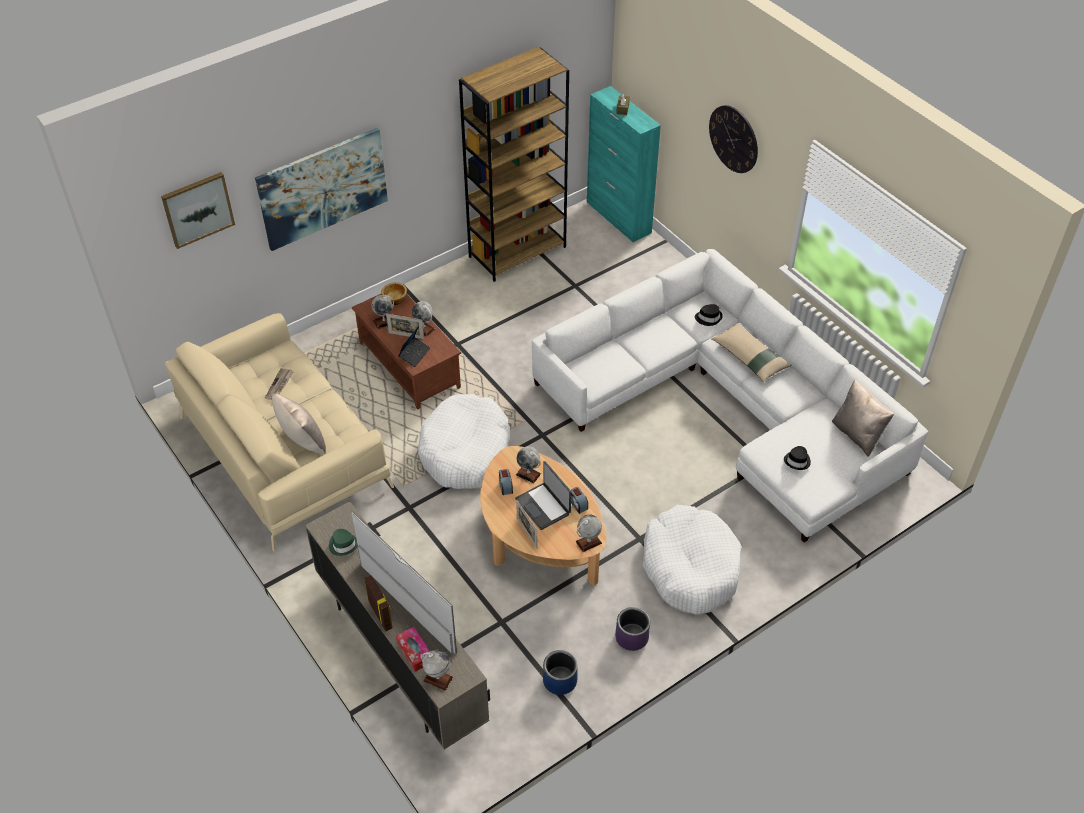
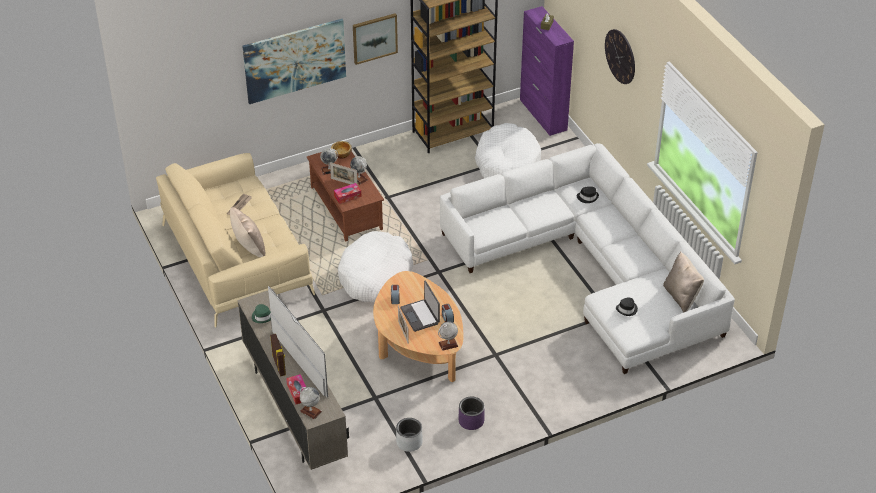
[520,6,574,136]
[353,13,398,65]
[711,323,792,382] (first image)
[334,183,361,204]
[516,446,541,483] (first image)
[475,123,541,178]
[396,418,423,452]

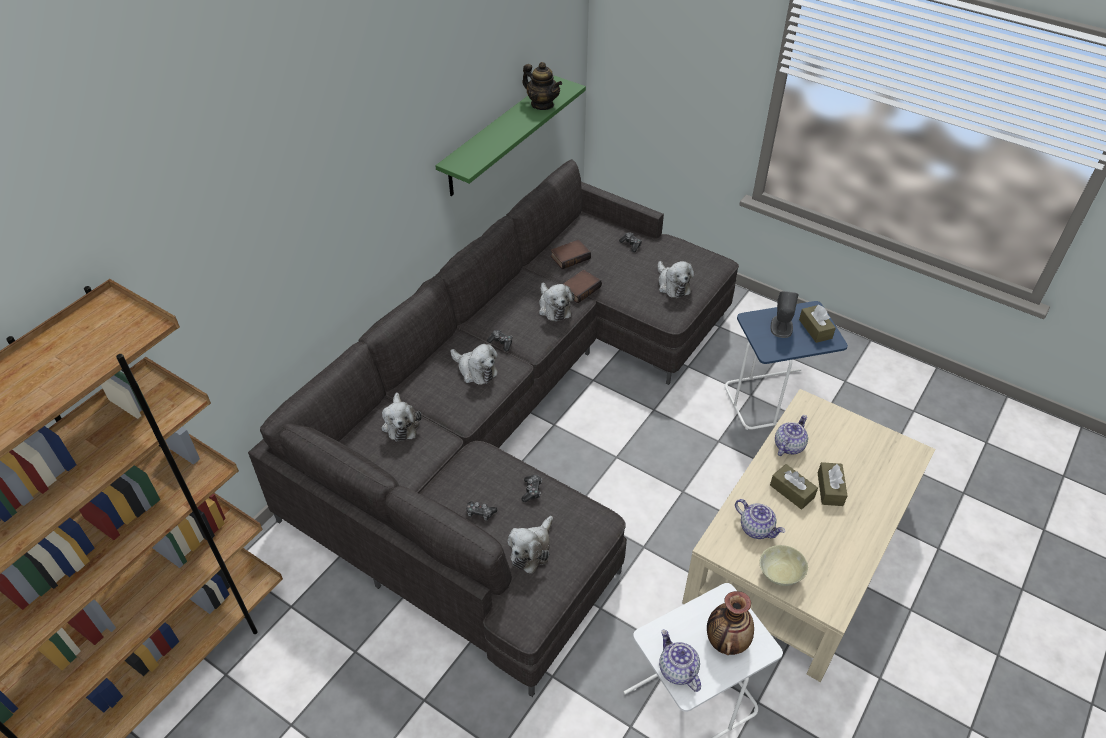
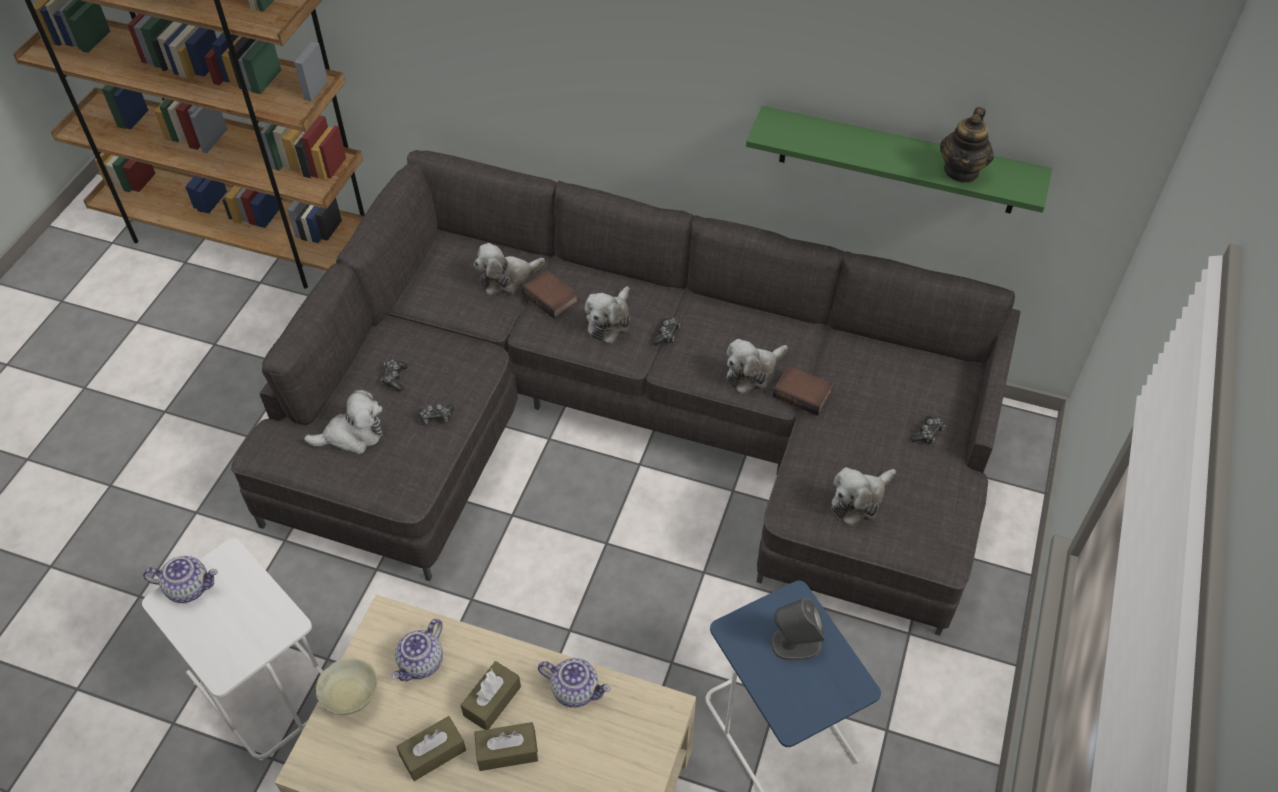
[522,270,578,319]
[397,716,466,781]
[304,390,383,454]
[707,591,754,655] (first image)
[143,556,218,603]

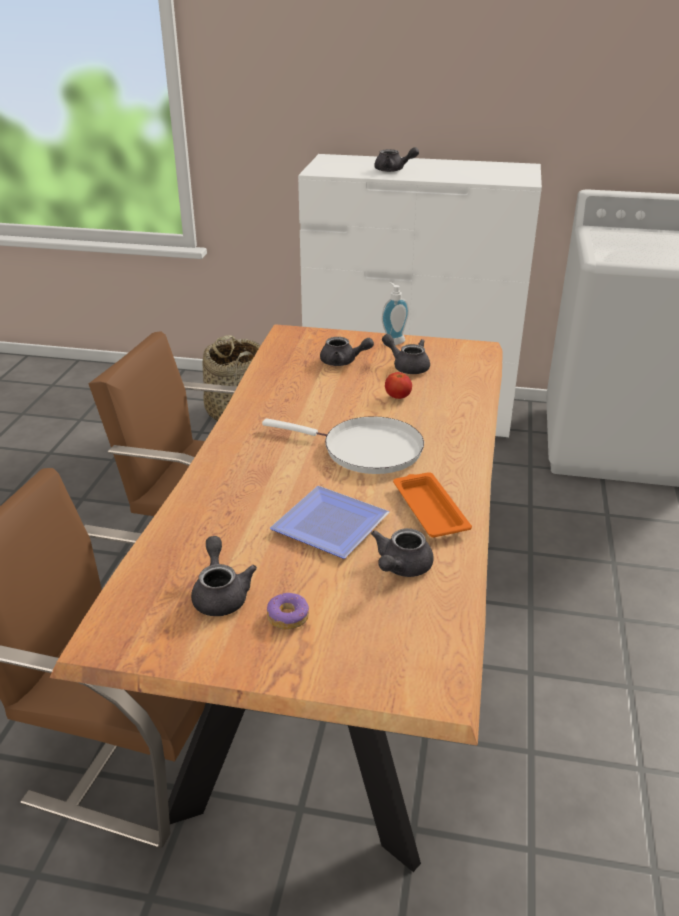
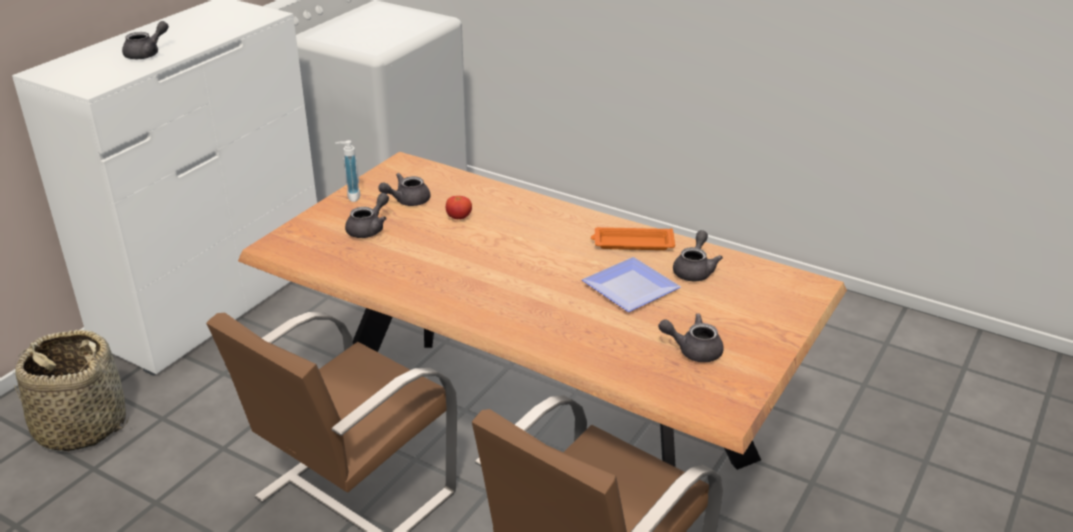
[262,416,424,474] (first image)
[673,230,723,281]
[267,593,309,630] (first image)

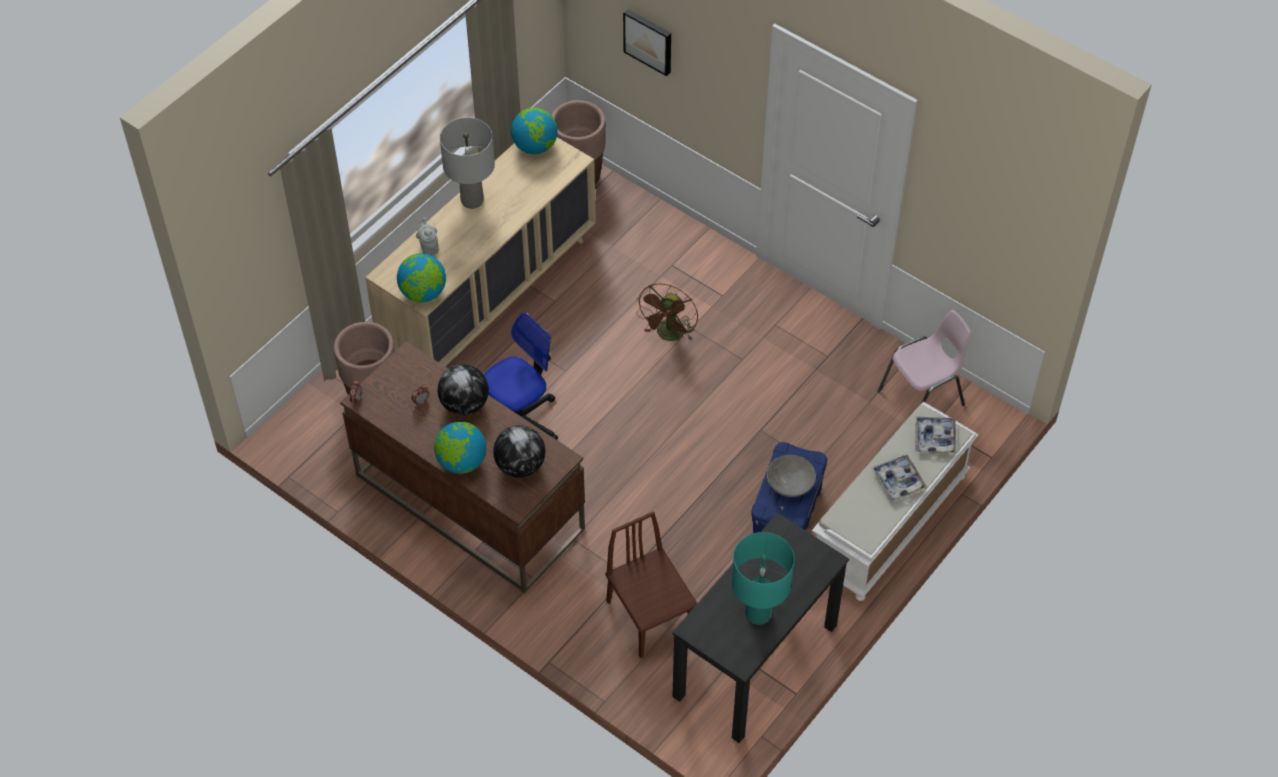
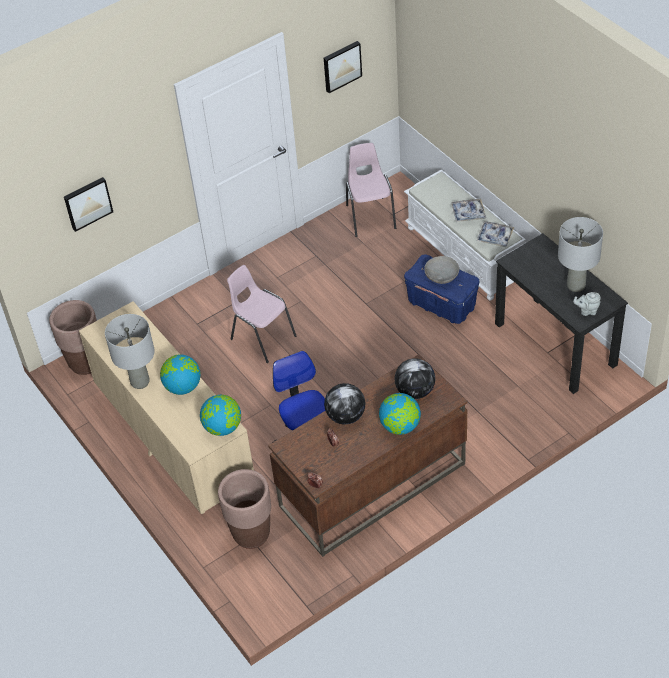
[160,354,201,395]
[573,292,601,316]
[227,265,296,363]
[476,221,514,247]
[605,511,697,658] (first image)
[558,217,603,292]
[324,41,362,93]

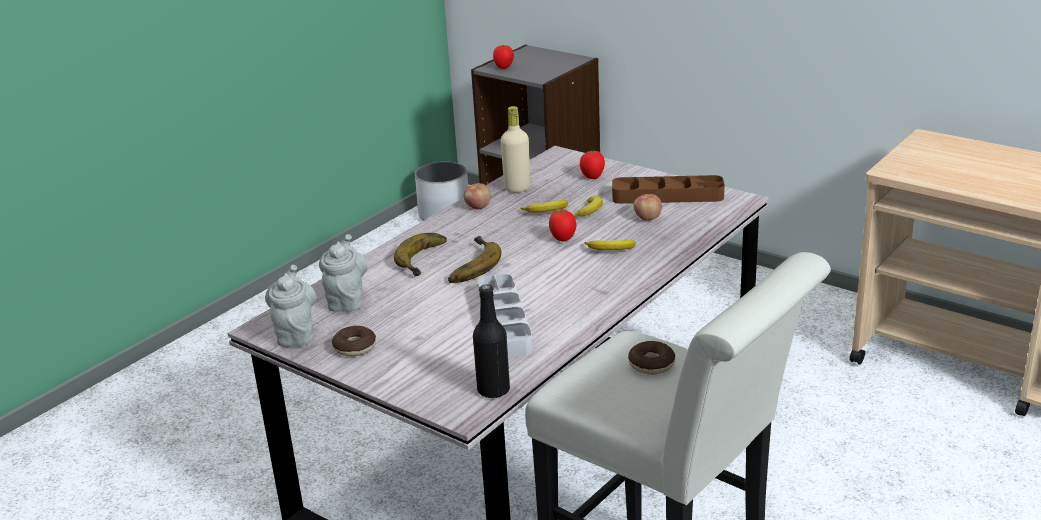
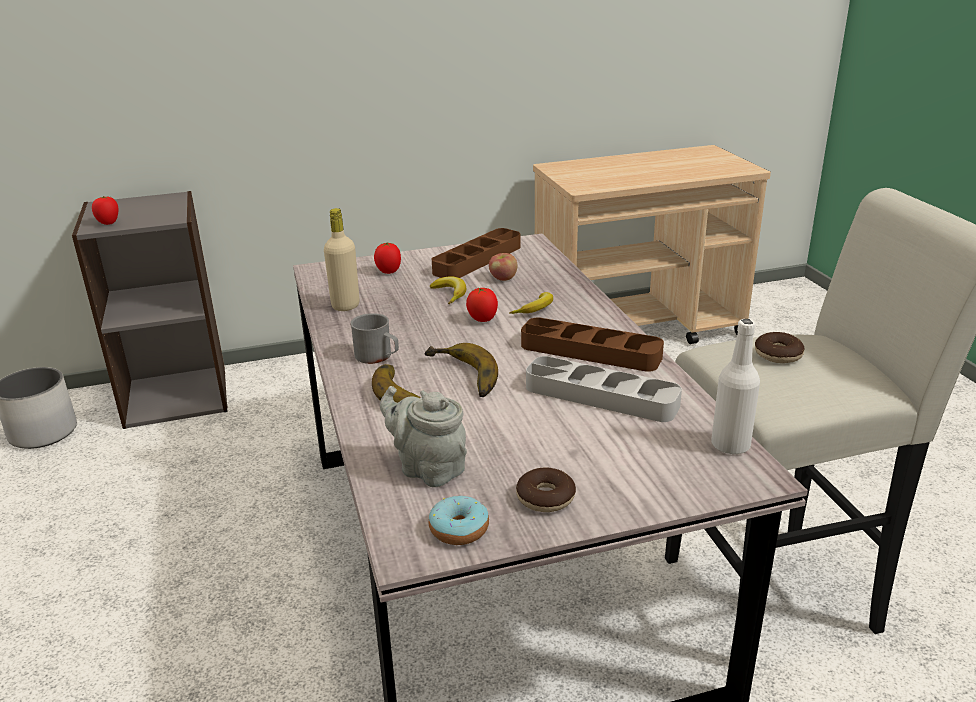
[464,183,491,209] (first image)
[520,200,568,213] (first image)
[428,496,489,545]
[711,319,760,455]
[350,313,399,364]
[521,317,664,372]

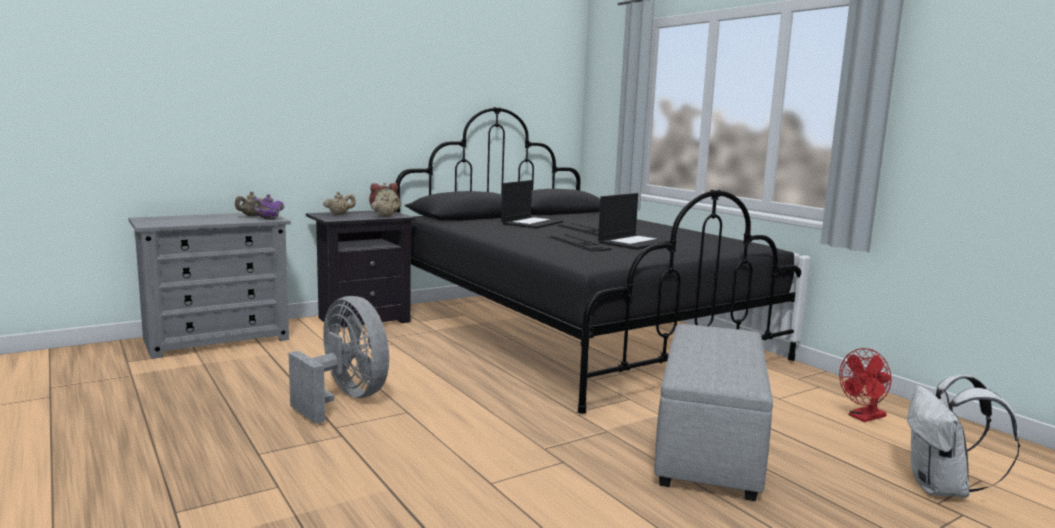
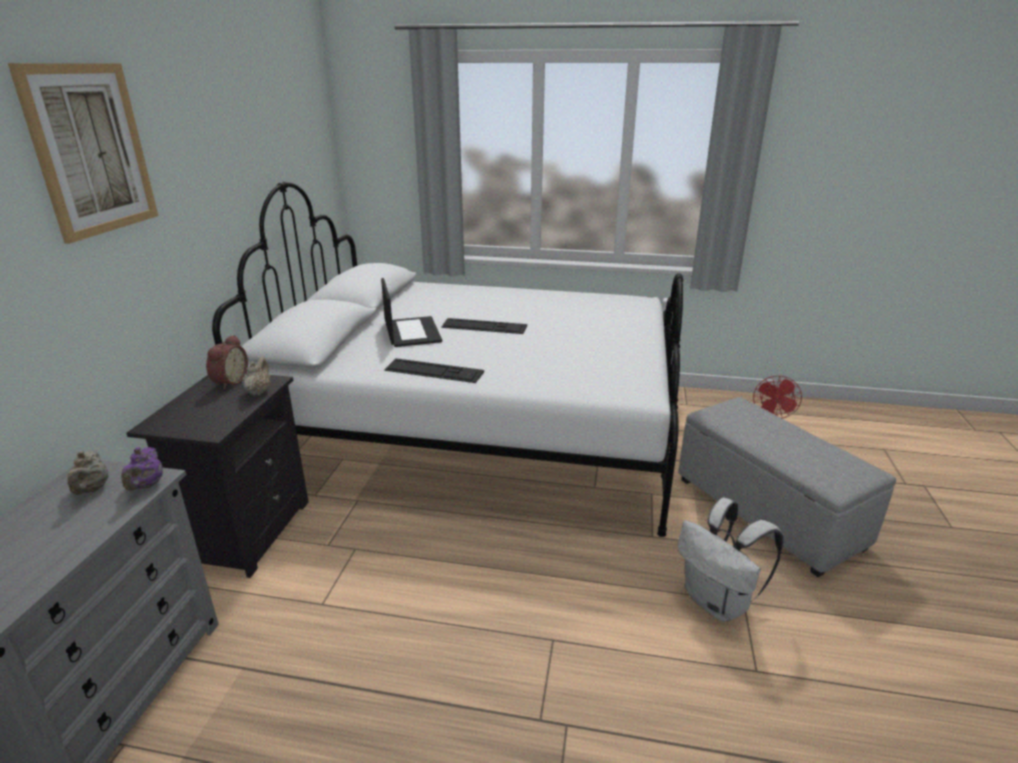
[212,182,683,537]
[323,192,356,215] (first image)
[598,193,670,250] (first image)
[384,358,484,383]
[289,296,389,424] (first image)
[678,498,783,622]
[8,63,158,244]

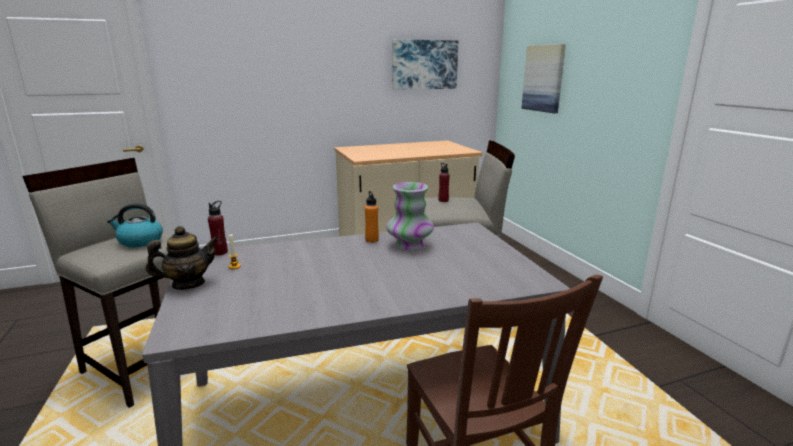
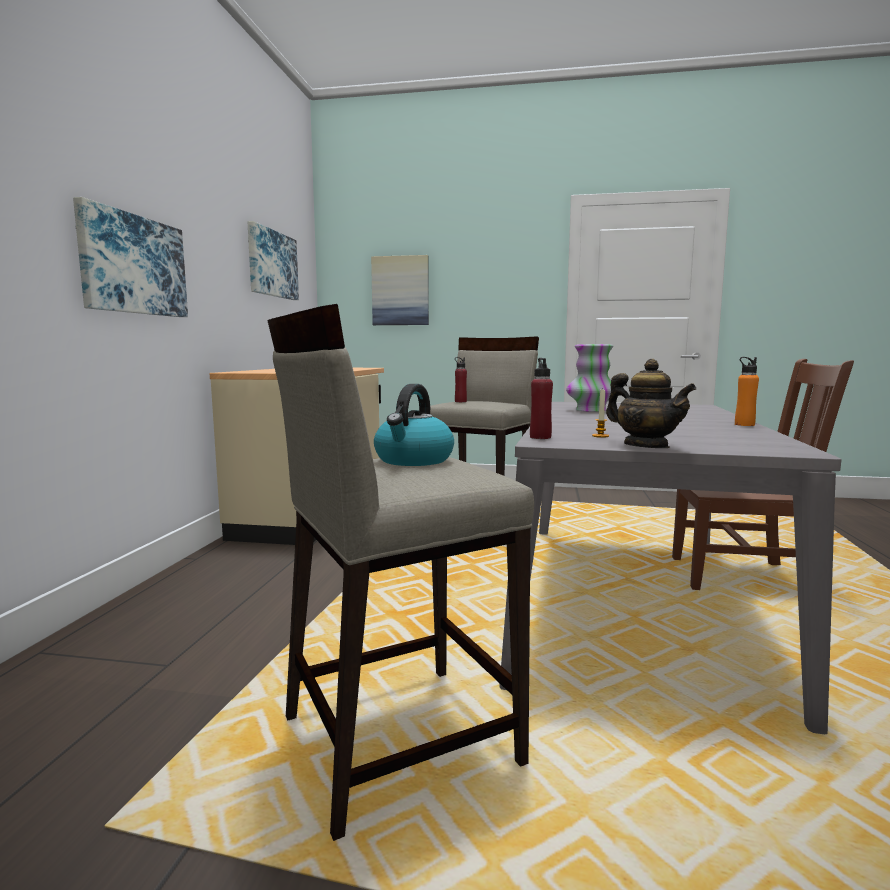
[735,357,759,426]
[606,359,696,448]
[73,197,188,317]

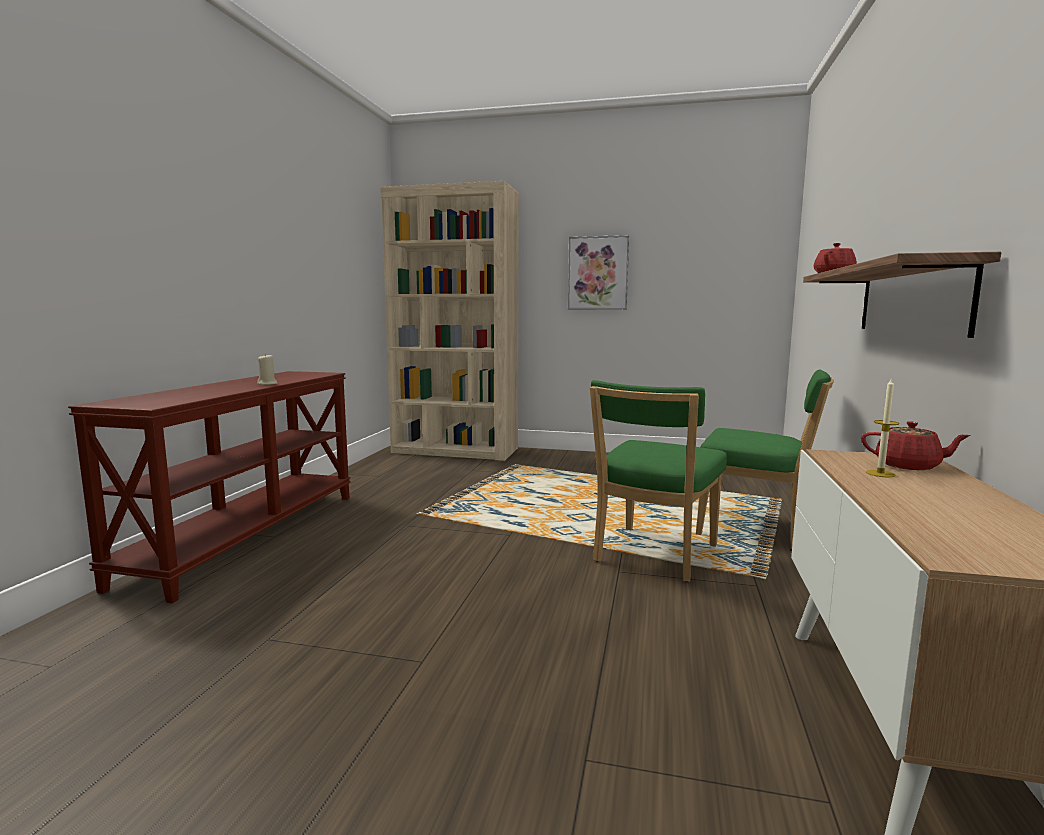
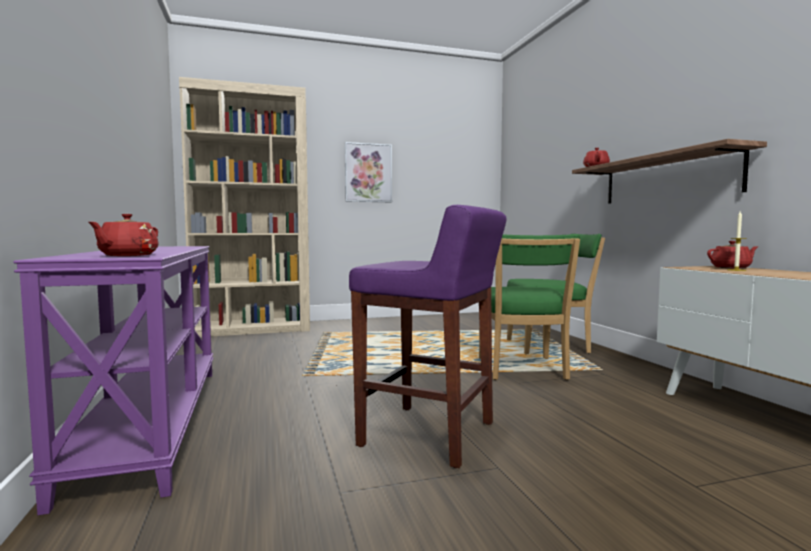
[257,354,278,385] (first image)
[13,246,213,515]
[349,205,507,468]
[89,214,159,256]

